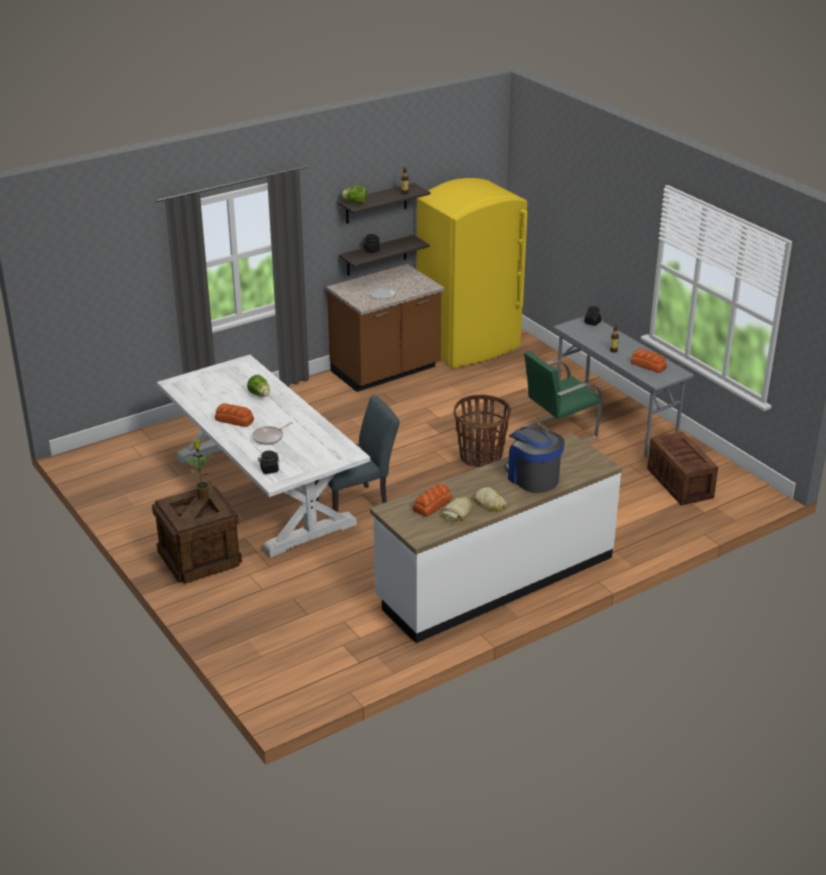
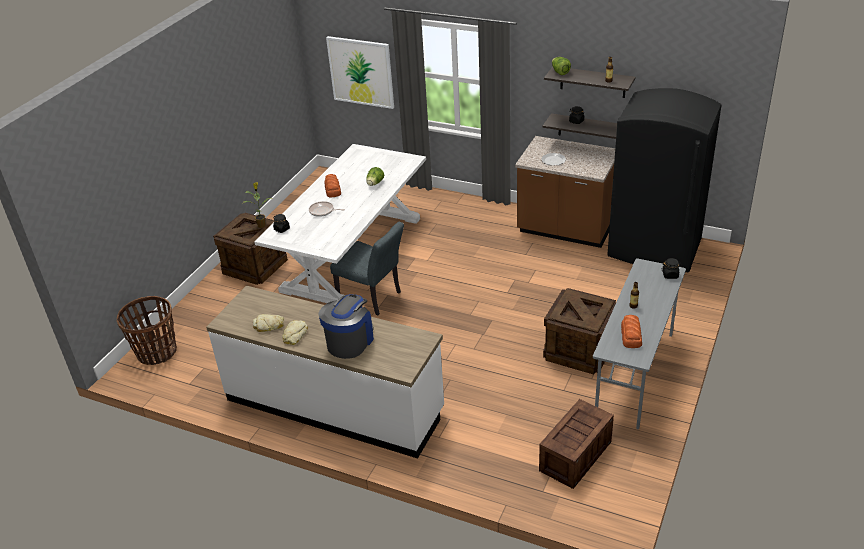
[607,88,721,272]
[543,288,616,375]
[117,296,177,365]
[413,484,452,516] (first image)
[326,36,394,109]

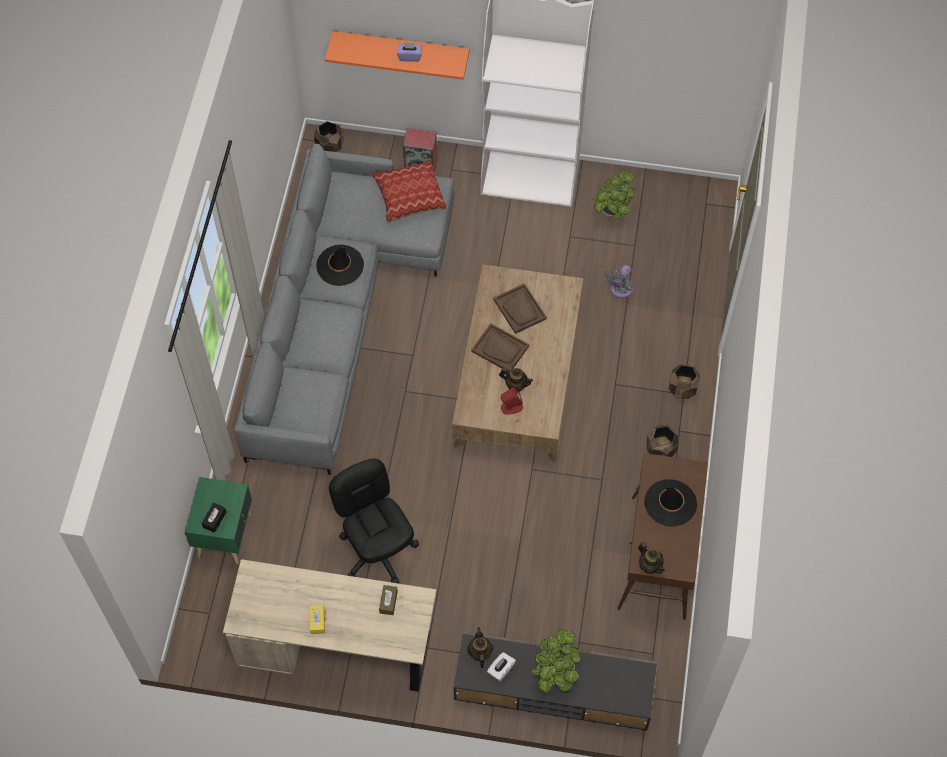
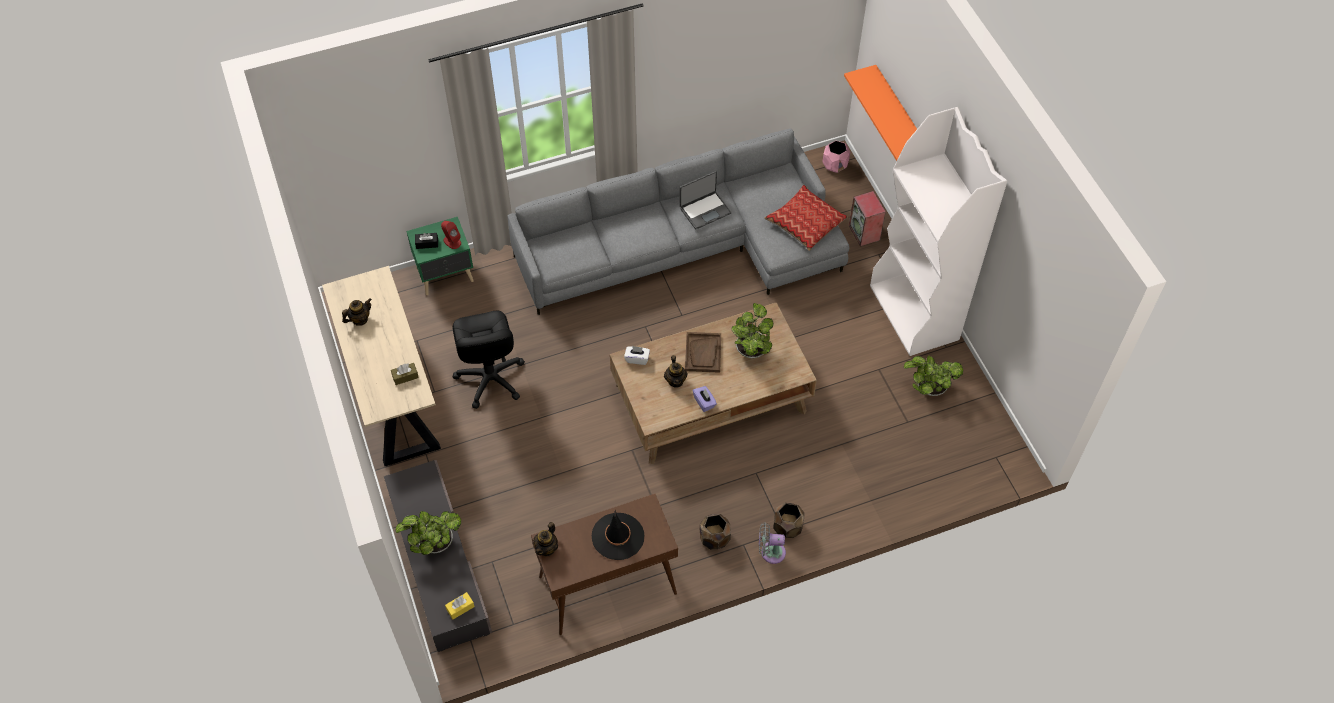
[693,386,717,412]
[822,141,850,173]
[680,171,731,229]
[759,522,786,564]
[732,303,773,358]
[441,221,461,249]
[453,311,525,409]
[445,592,475,619]
[342,298,372,326]
[624,346,650,365]

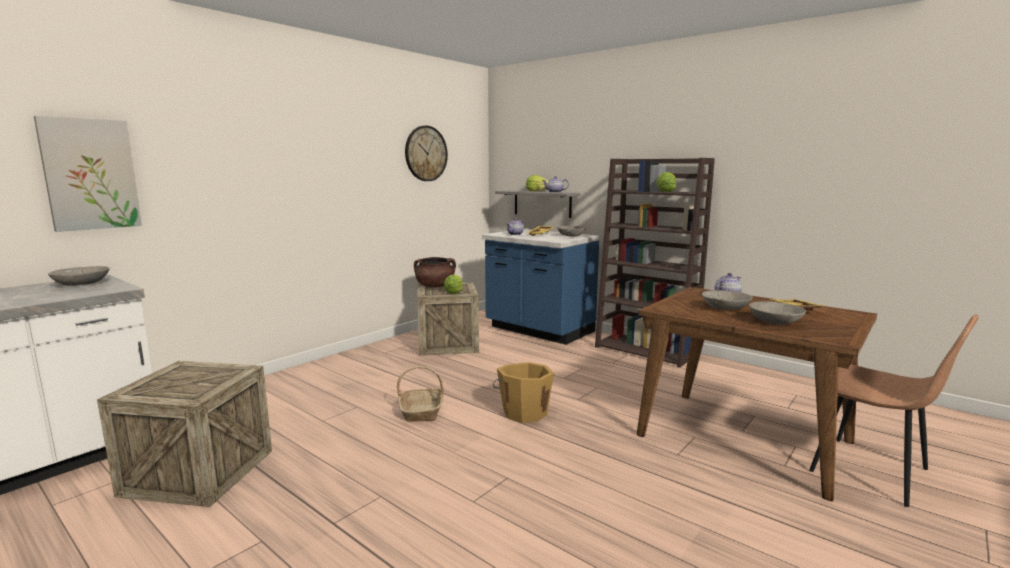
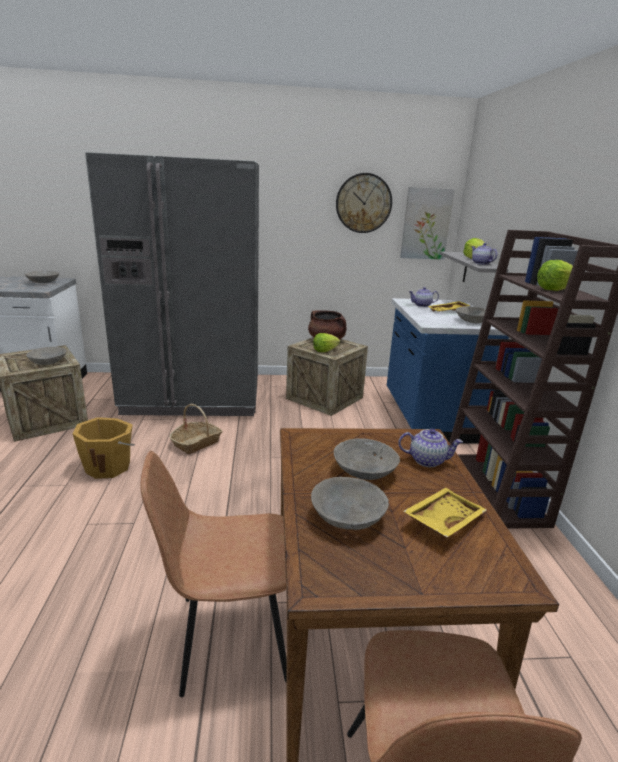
[400,187,455,260]
[73,417,135,479]
[85,152,259,416]
[26,347,66,365]
[141,451,287,697]

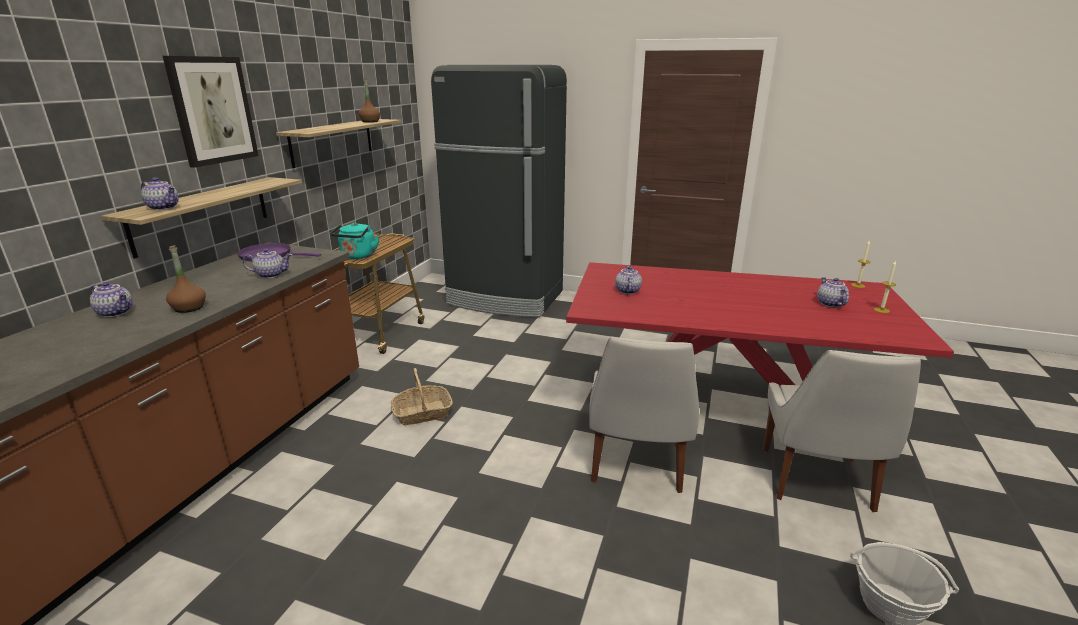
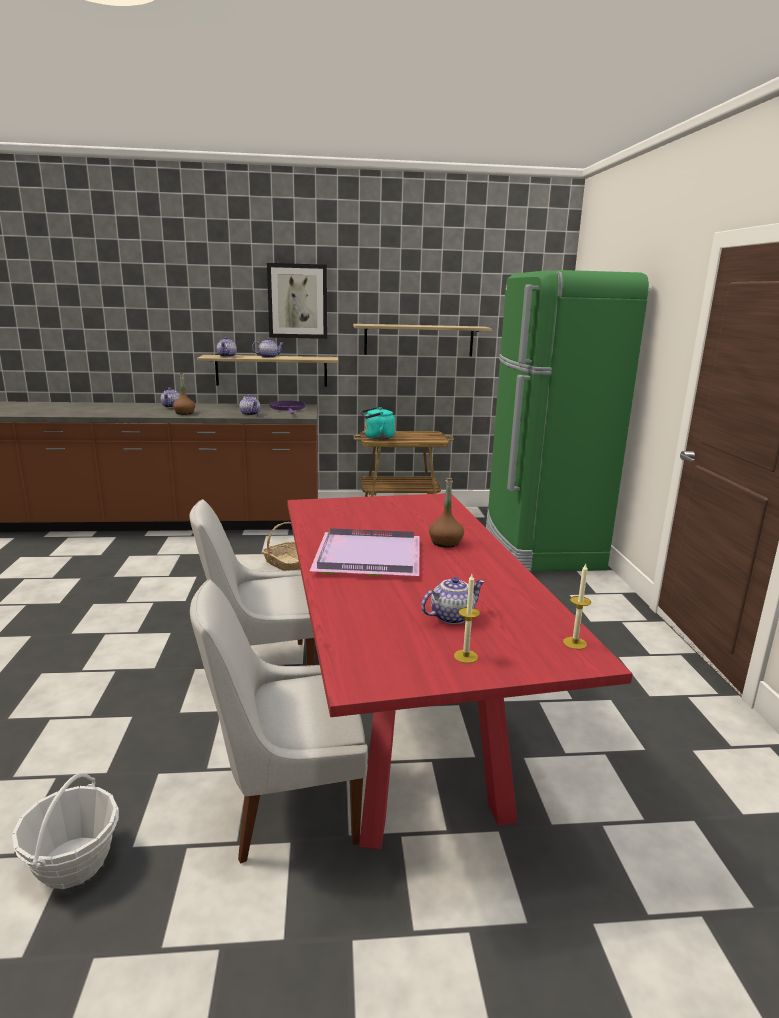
[486,270,649,572]
[429,478,464,548]
[252,338,283,358]
[310,528,420,576]

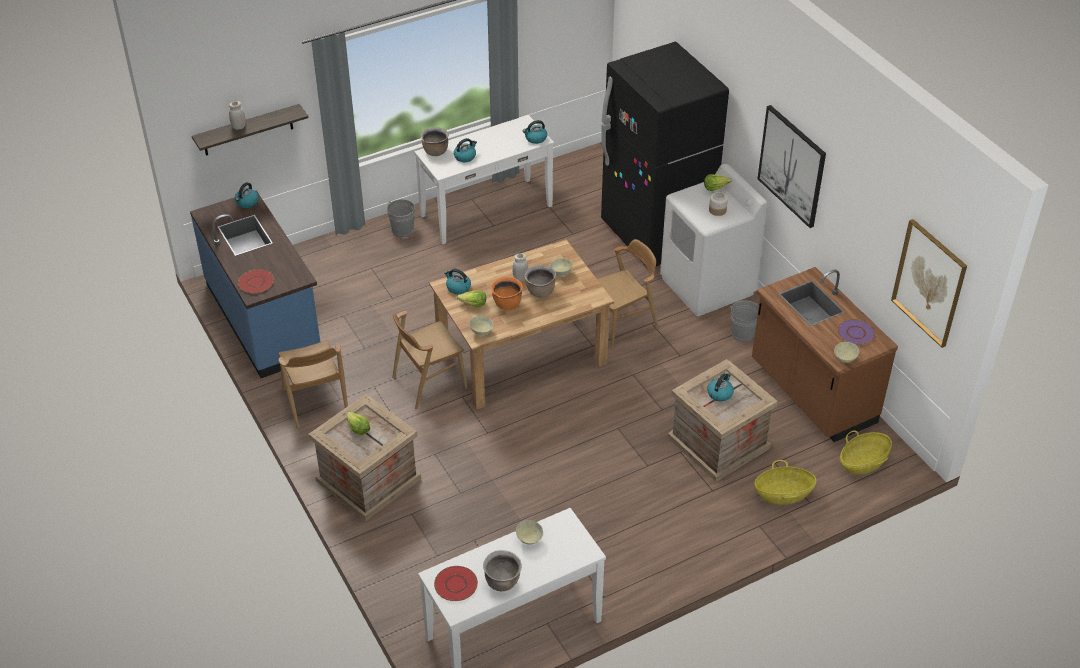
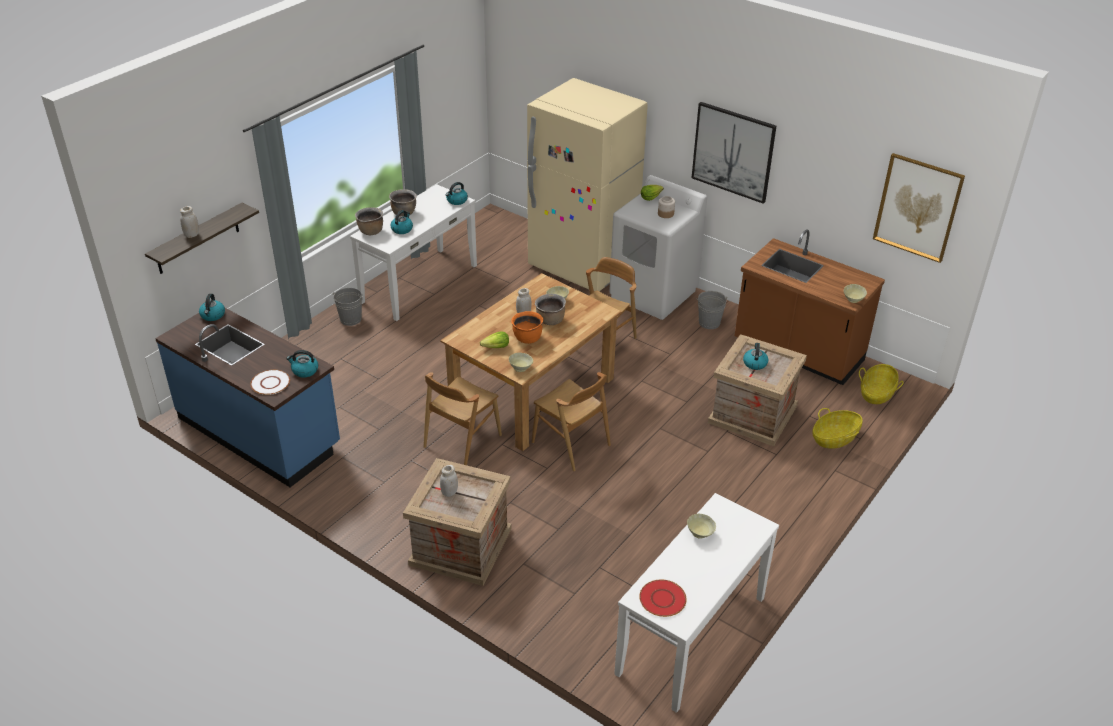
[527,78,648,291]
[250,370,290,395]
[286,350,318,377]
[838,319,875,345] (first image)
[532,372,611,471]
[440,465,458,497]
[389,189,417,216]

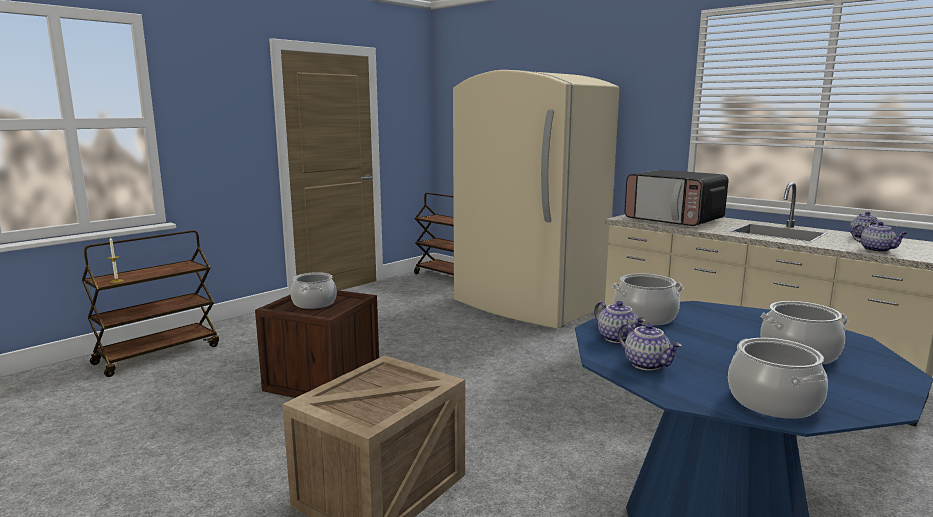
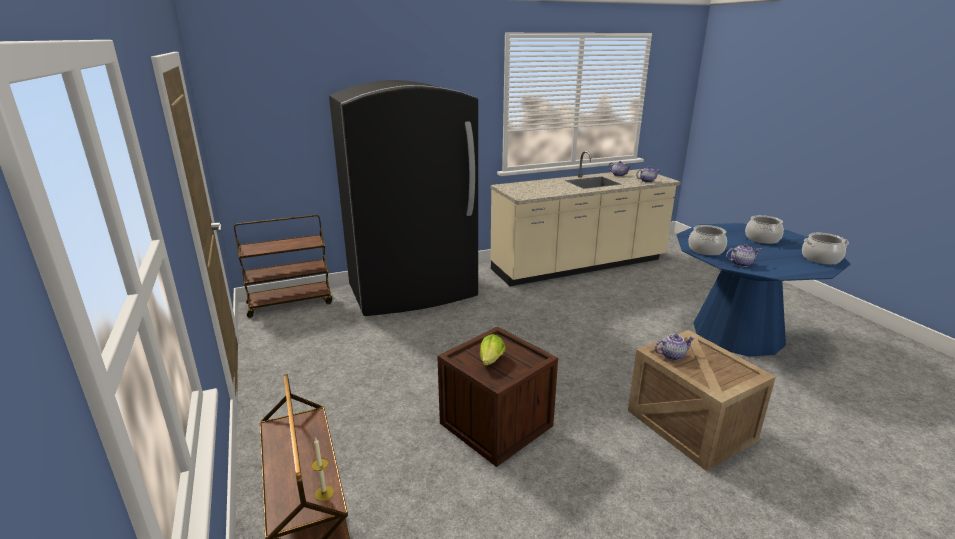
[329,80,478,316]
[625,170,729,226] (first image)
[480,334,506,366]
[654,334,695,360]

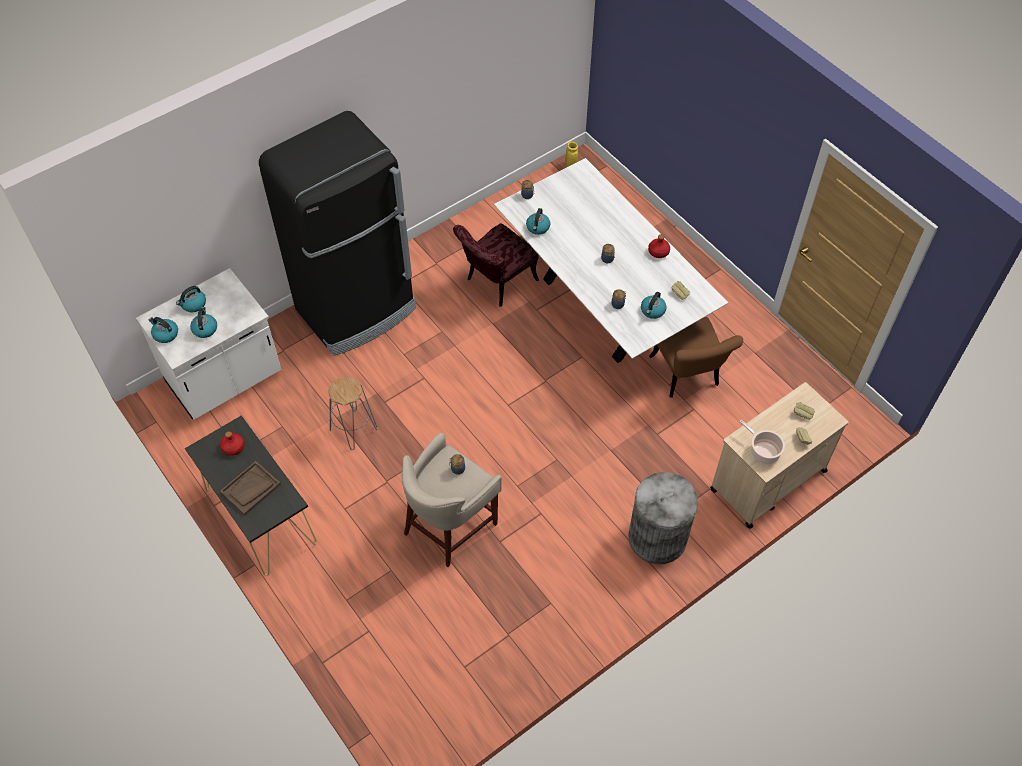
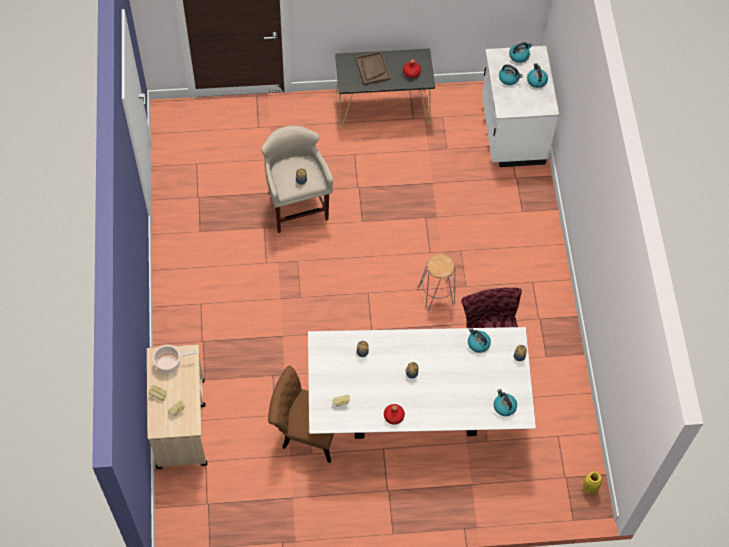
[259,111,416,356] (first image)
[494,389,517,416]
[419,254,455,311]
[629,472,698,564] (first image)

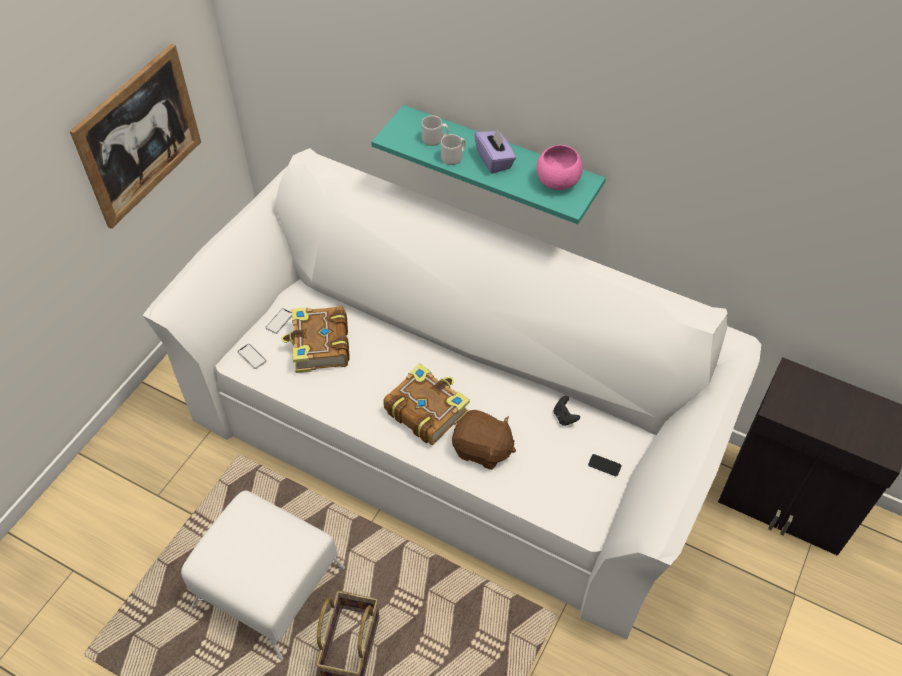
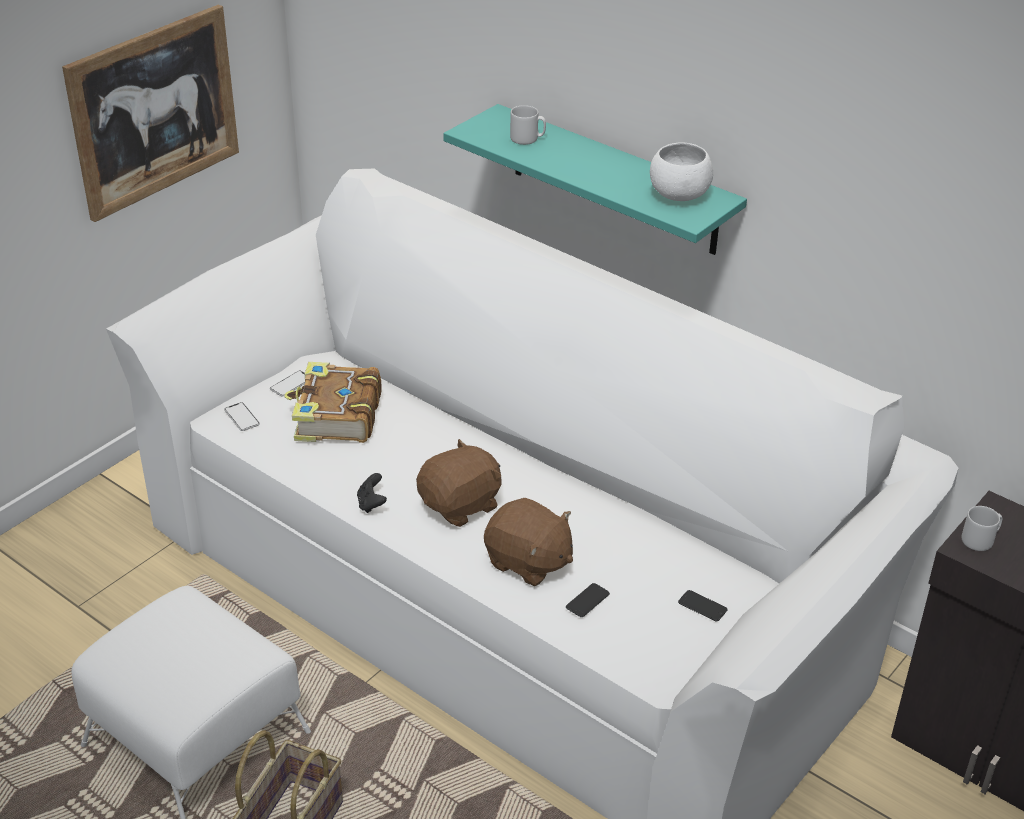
[475,129,516,174] (first image)
[962,506,1002,551]
[650,142,713,201]
[416,439,502,527]
[357,473,387,513]
[566,583,610,617]

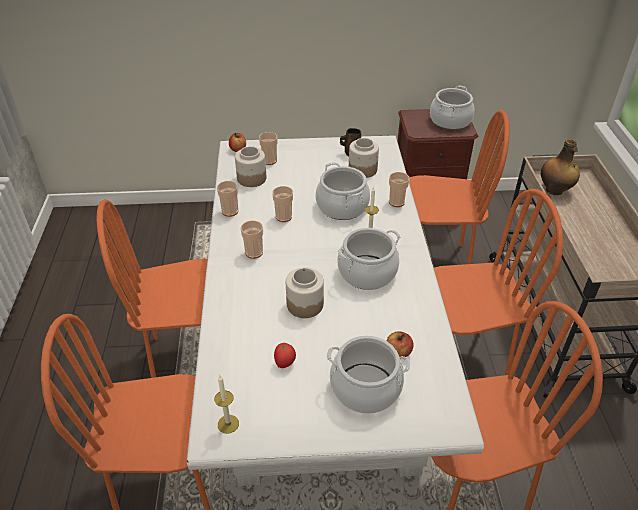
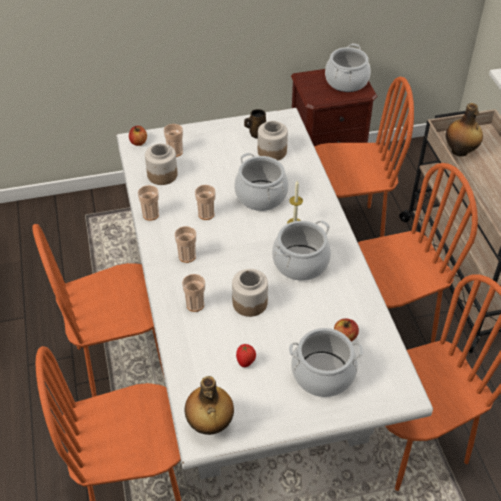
[182,274,205,312]
[185,376,234,435]

